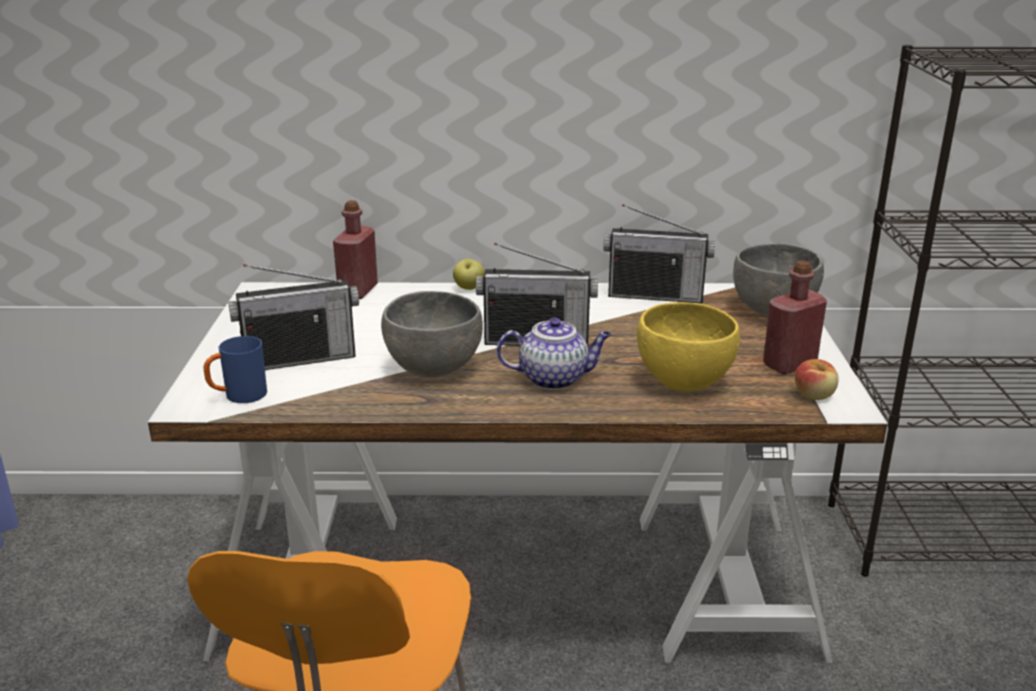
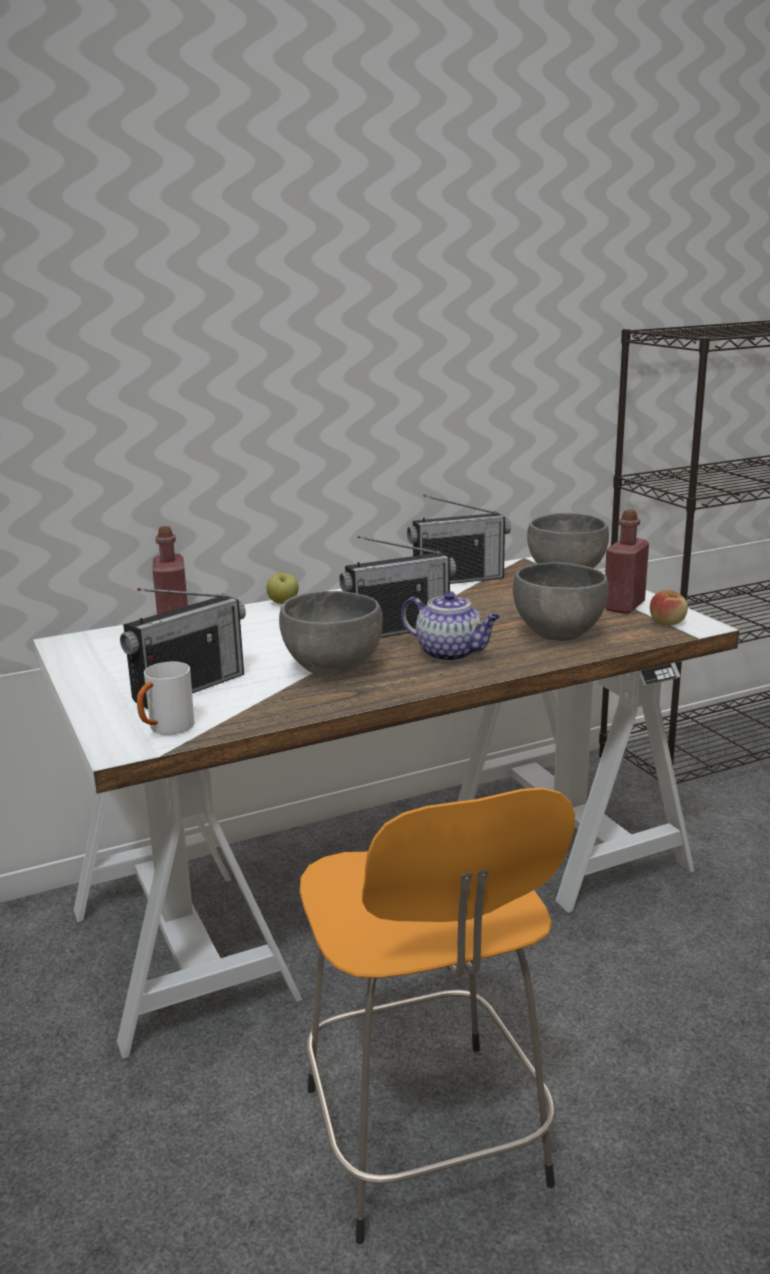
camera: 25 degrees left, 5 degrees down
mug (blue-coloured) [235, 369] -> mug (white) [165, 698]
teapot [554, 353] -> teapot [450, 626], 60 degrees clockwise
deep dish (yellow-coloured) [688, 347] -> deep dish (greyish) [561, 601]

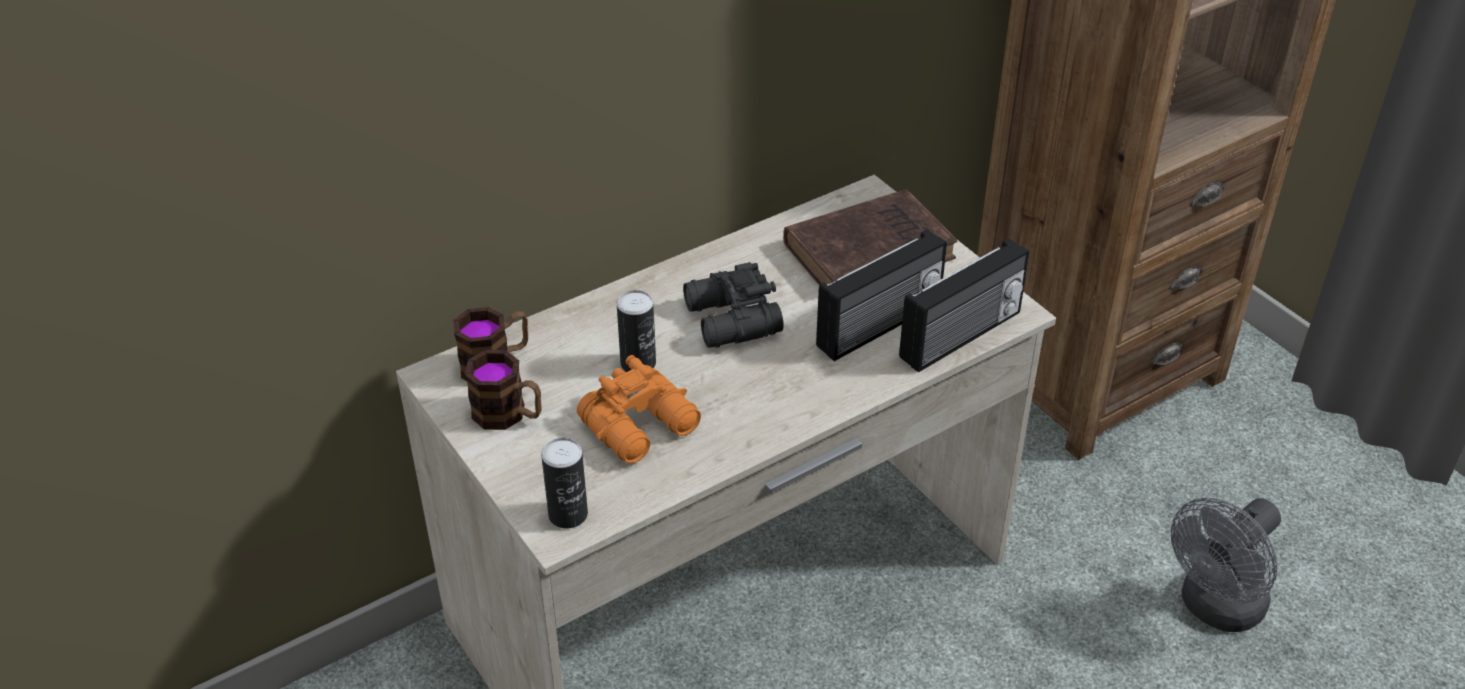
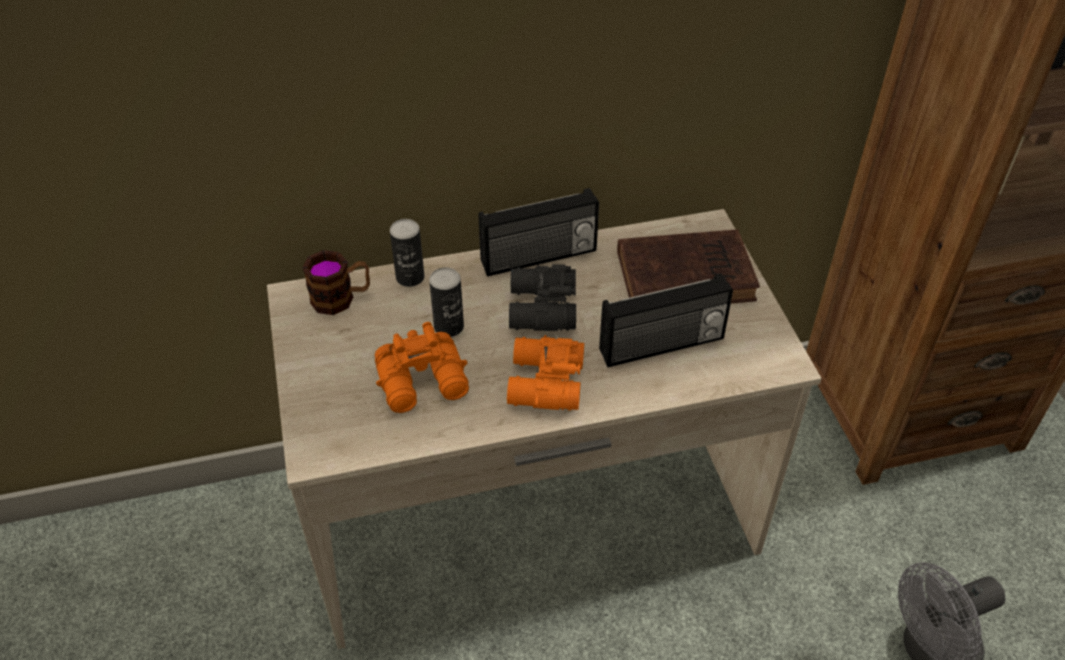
camera: 20 degrees right, 5 degrees up
mug [503, 390] -> none
can [564, 483] -> can [407, 253], relocated
radio receiver [964, 305] -> radio receiver [538, 232], relocated
none -> binoculars (orange-coloured) [545, 373]

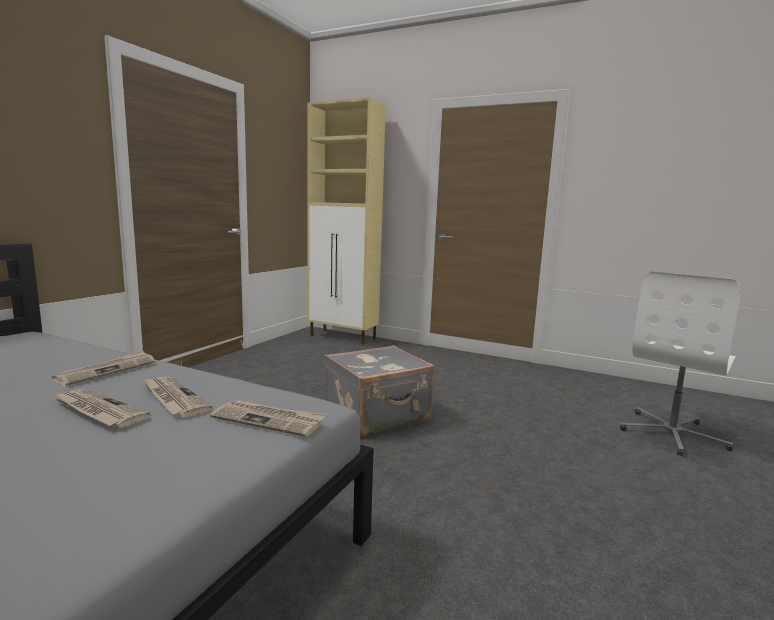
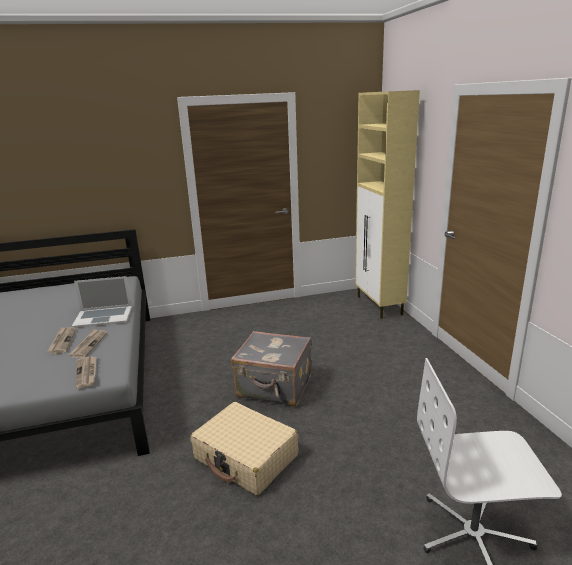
camera: 50 degrees right, 10 degrees up
daily paper [103, 368] -> laptop [102, 302]
none -> travel case (sand-coloured) [244, 449]

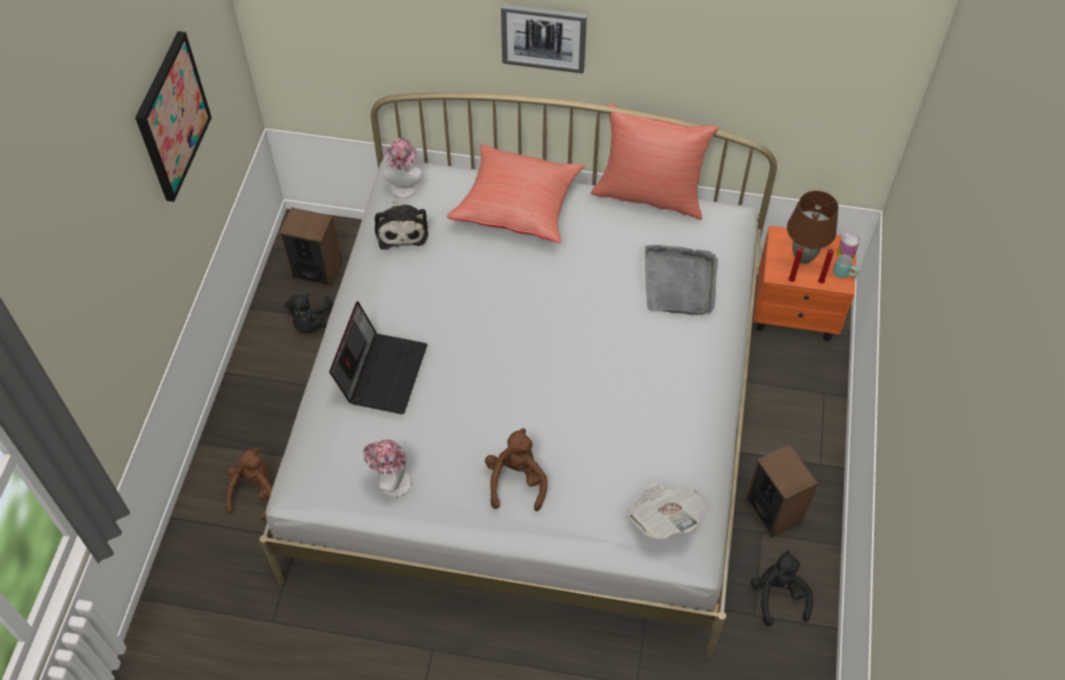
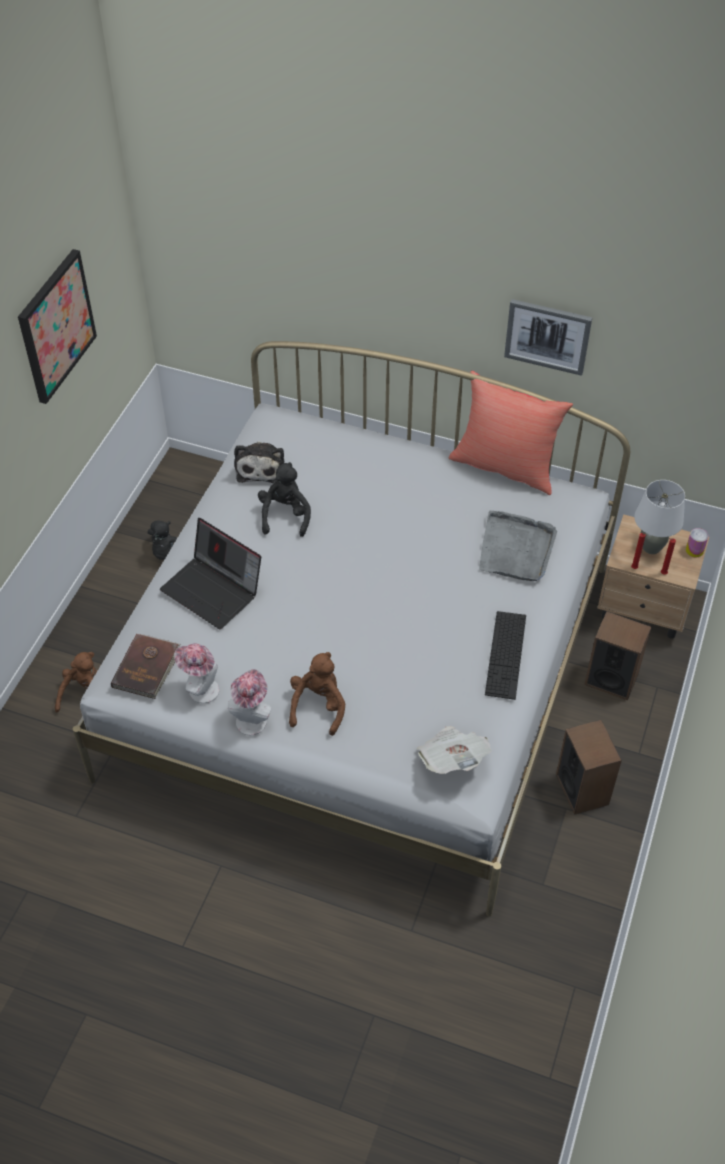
camera: 10 degrees right, 5 degrees down
loudspeaker [310, 247] -> loudspeaker [617, 655], relocated
laptop [378, 357] -> laptop [210, 573], 105 degrees clockwise
clothing hat [402, 168] -> clothing hat [250, 702], relocated
throw pillow (red-coloured) [516, 193] -> none
wall picture [544, 39] -> wall picture [548, 337], relocated
cuddly toy (black-coloured) [782, 588] -> cuddly toy (black-coloured) [284, 499], relocated
nightstand (orange-coloured) [805, 283] -> nightstand (sand-coloured) [653, 576]
tabletop lamp (brown-coloured) [813, 227] -> tabletop lamp (white) [659, 517]
mug (turquoise-coloured) [846, 266] -> none
none -> volume (brown-coloured) [145, 666]
none -> computer keyboard [505, 655]

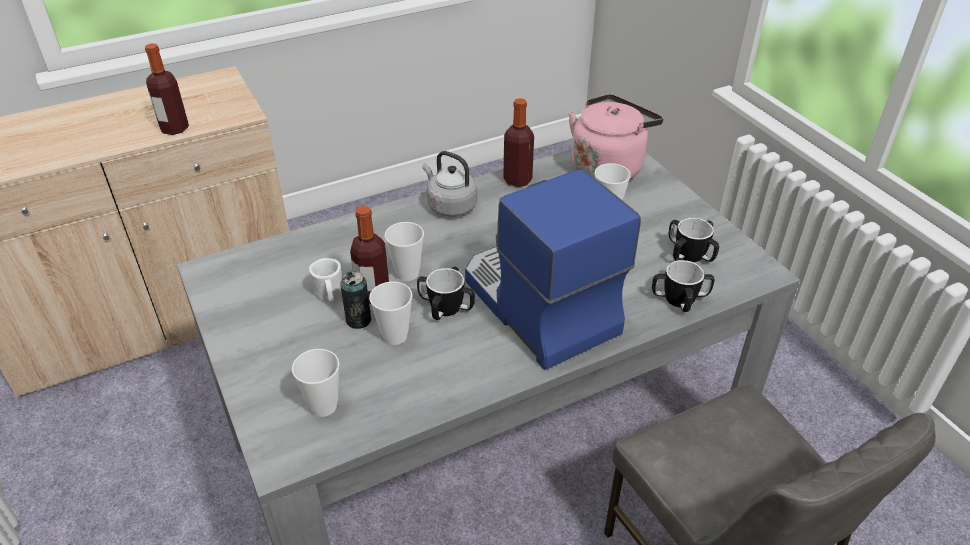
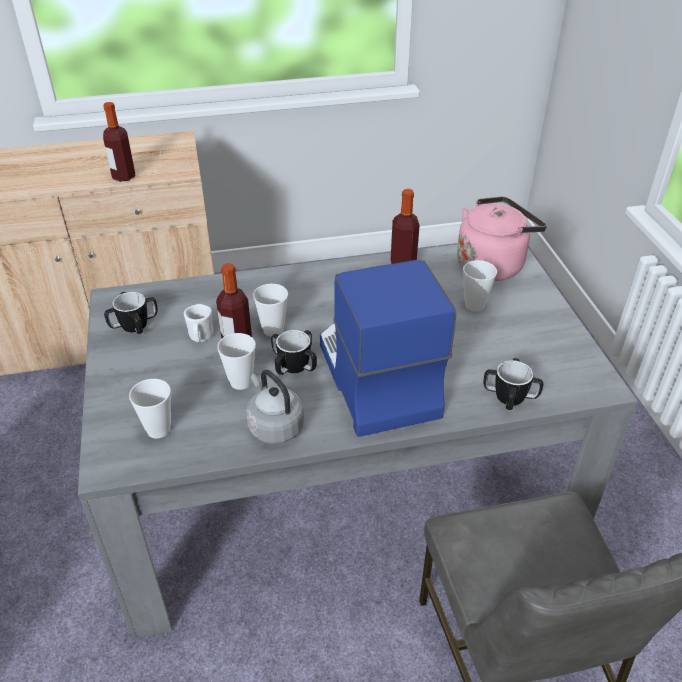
camera: 15 degrees right, 0 degrees up
can [355, 300] -> none
water kettle (greyish) [450, 184] -> water kettle (greyish) [275, 407], relocated
mug [694, 240] -> mug [131, 313], relocated

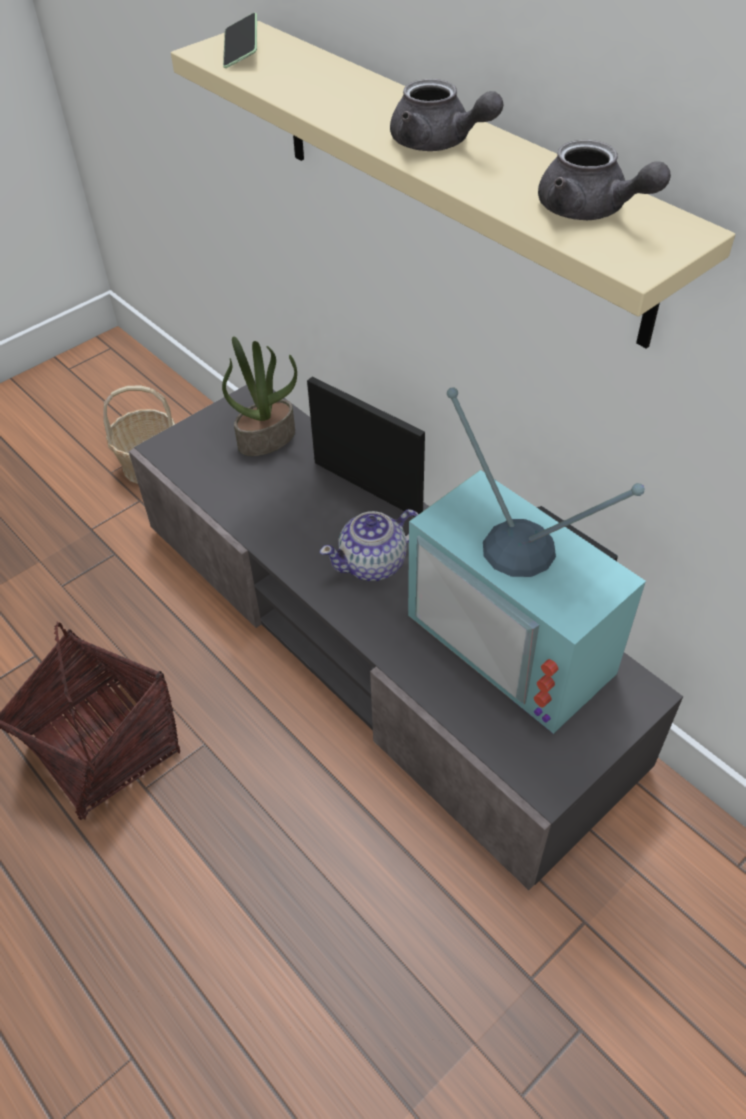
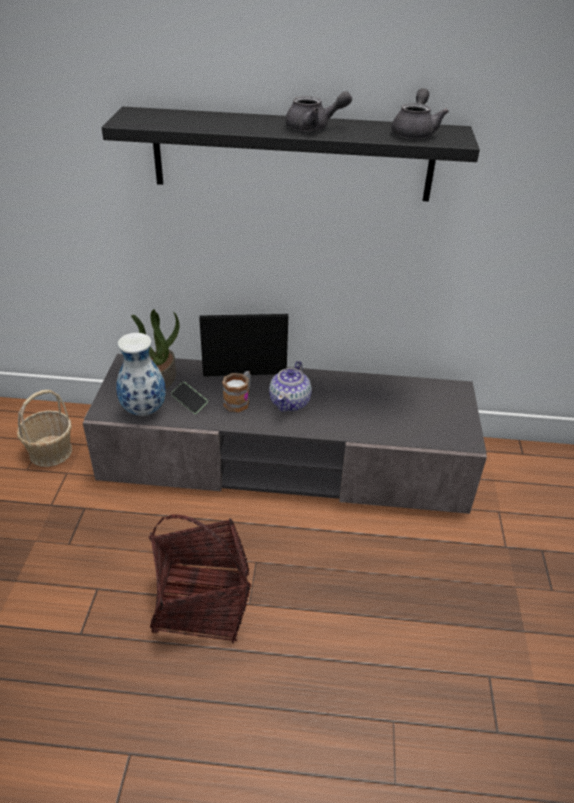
camera: 45 degrees left, 10 degrees down
bracket shelf (sand-coloured) [453, 184] -> bracket shelf (black-coloured) [291, 154]
phone [240, 40] -> phone [189, 398], relocated
television [527, 560] -> none
teapot (greyish) [604, 180] -> teapot (greyish) [420, 113], 75 degrees counterclockwise
none -> flower vase [141, 374]
none -> mug [236, 391]

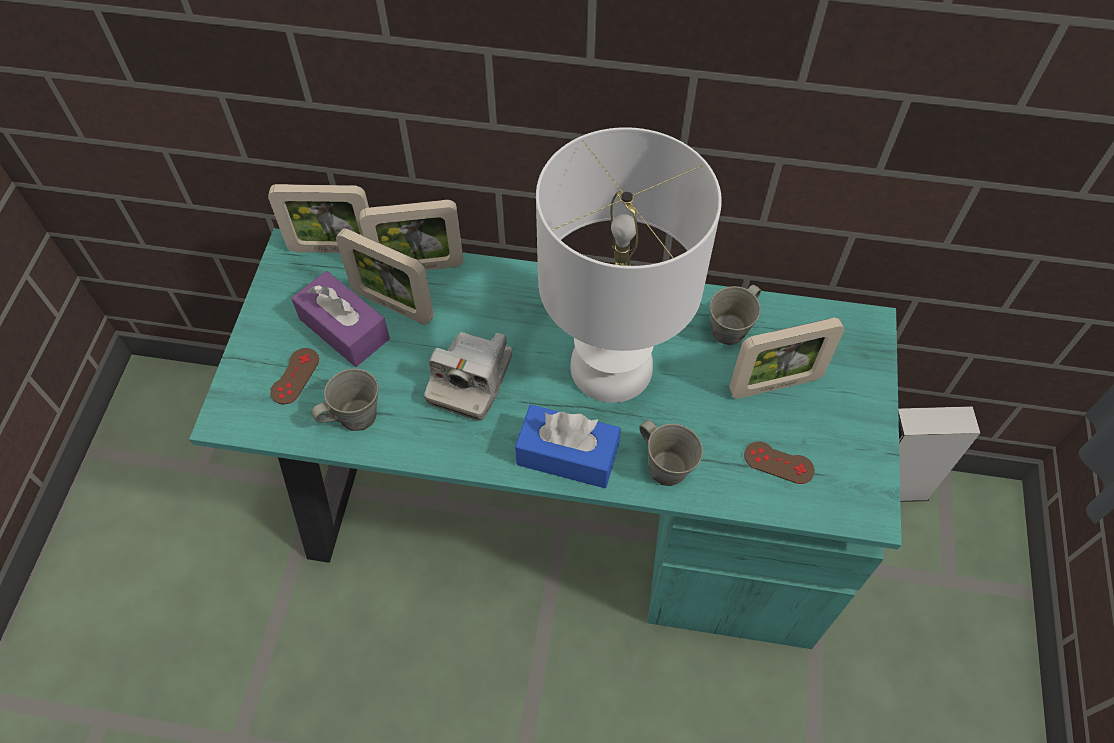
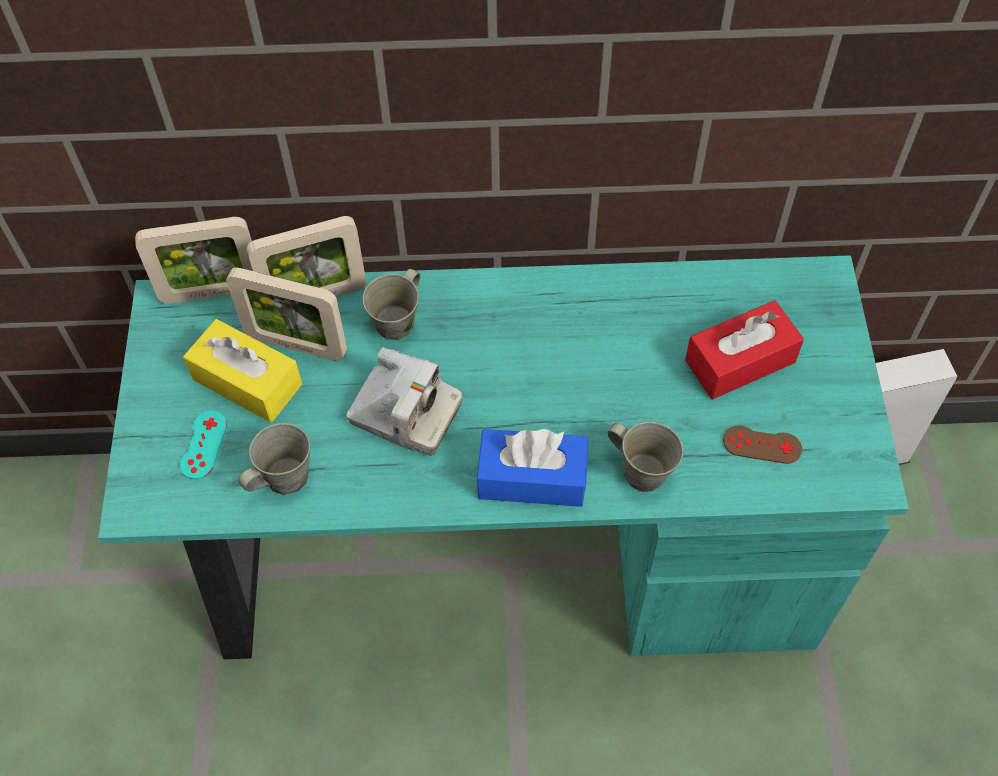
camera: 10 degrees left, 0 degrees up
joypad (brown-coloured) [294, 376] -> joypad (turquoise-coloured) [203, 444]
tissue holder (purplish) [340, 319] -> tissue holder (yellow-coloured) [242, 371]
still camera [468, 376] -> still camera [405, 401], 75 degrees counterclockwise
tabletop lamp (white) [629, 265] -> none
mug (greyish) [735, 315] -> mug (greyish) [391, 304], relocated
picture frame [786, 358] -> tissue holder (red-coloured) [744, 349]

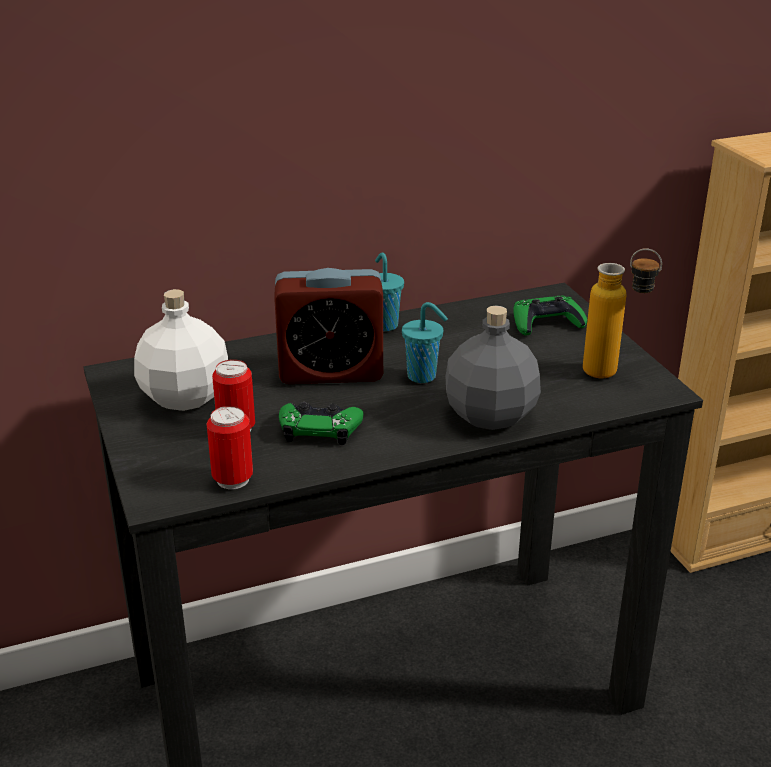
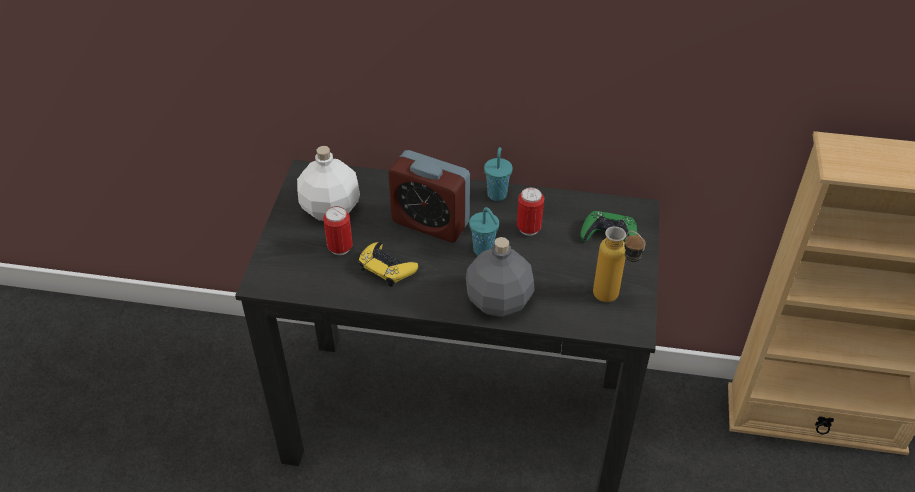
camera: 30 degrees right, 15 degrees up
can [230, 447] -> can [530, 211], relocated
joypad (green) [321, 423] -> joypad (yellow-coloured) [388, 264]

